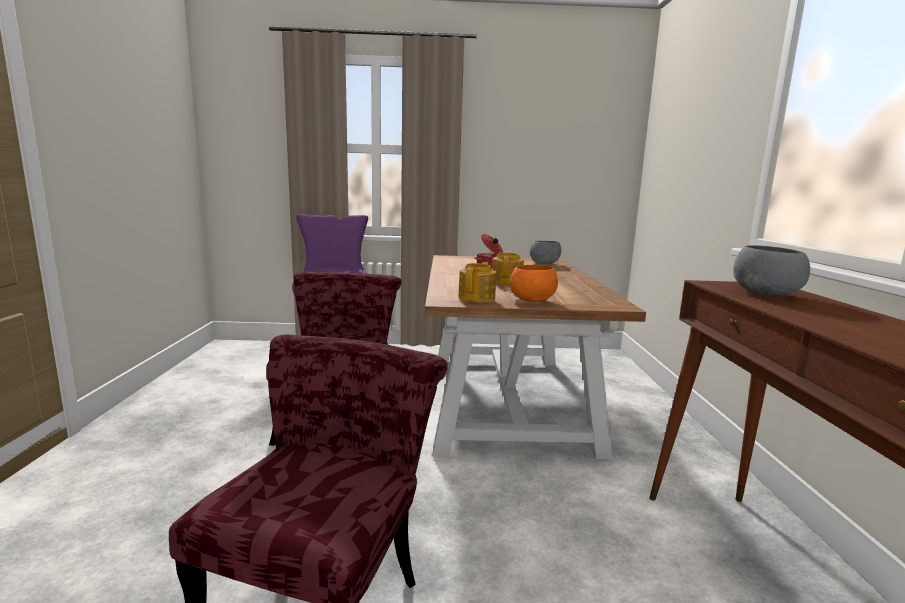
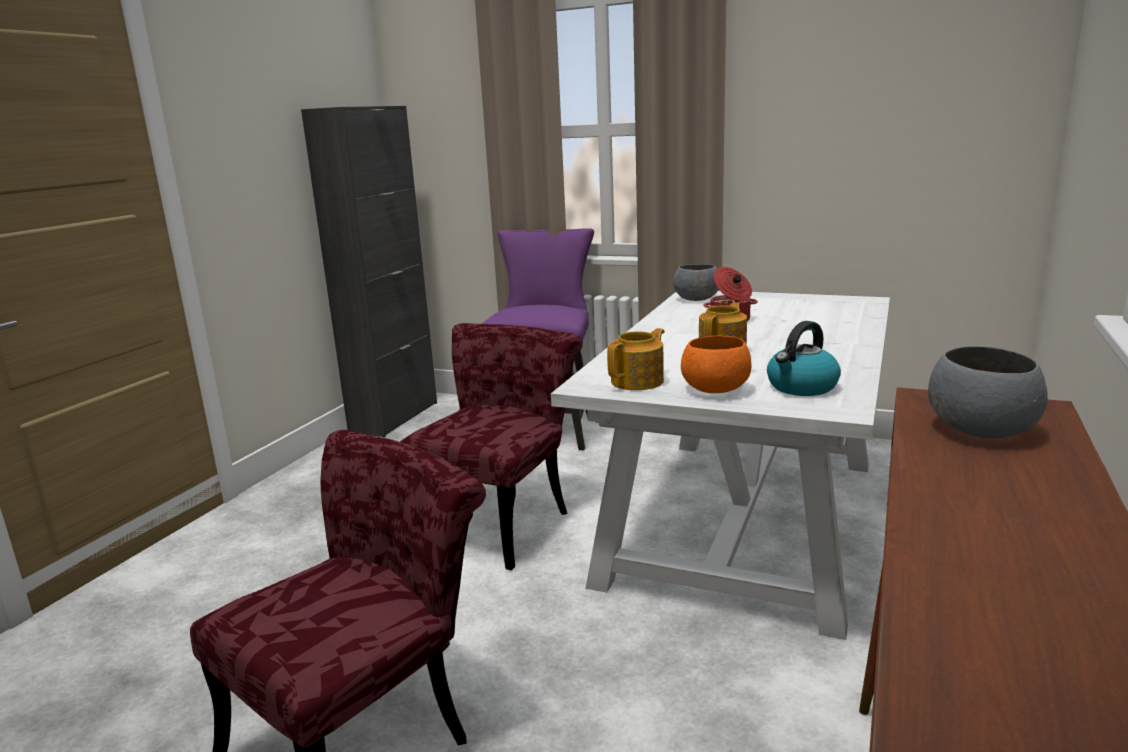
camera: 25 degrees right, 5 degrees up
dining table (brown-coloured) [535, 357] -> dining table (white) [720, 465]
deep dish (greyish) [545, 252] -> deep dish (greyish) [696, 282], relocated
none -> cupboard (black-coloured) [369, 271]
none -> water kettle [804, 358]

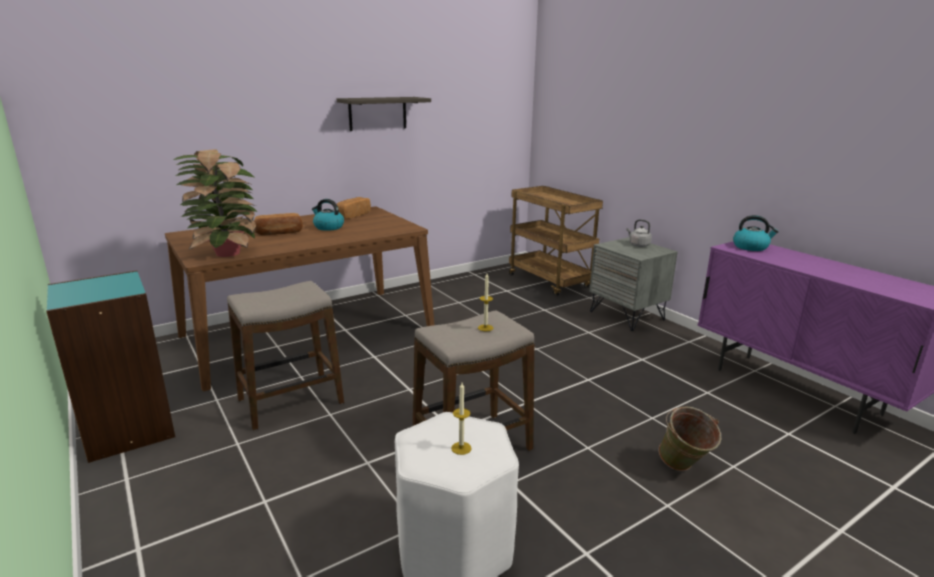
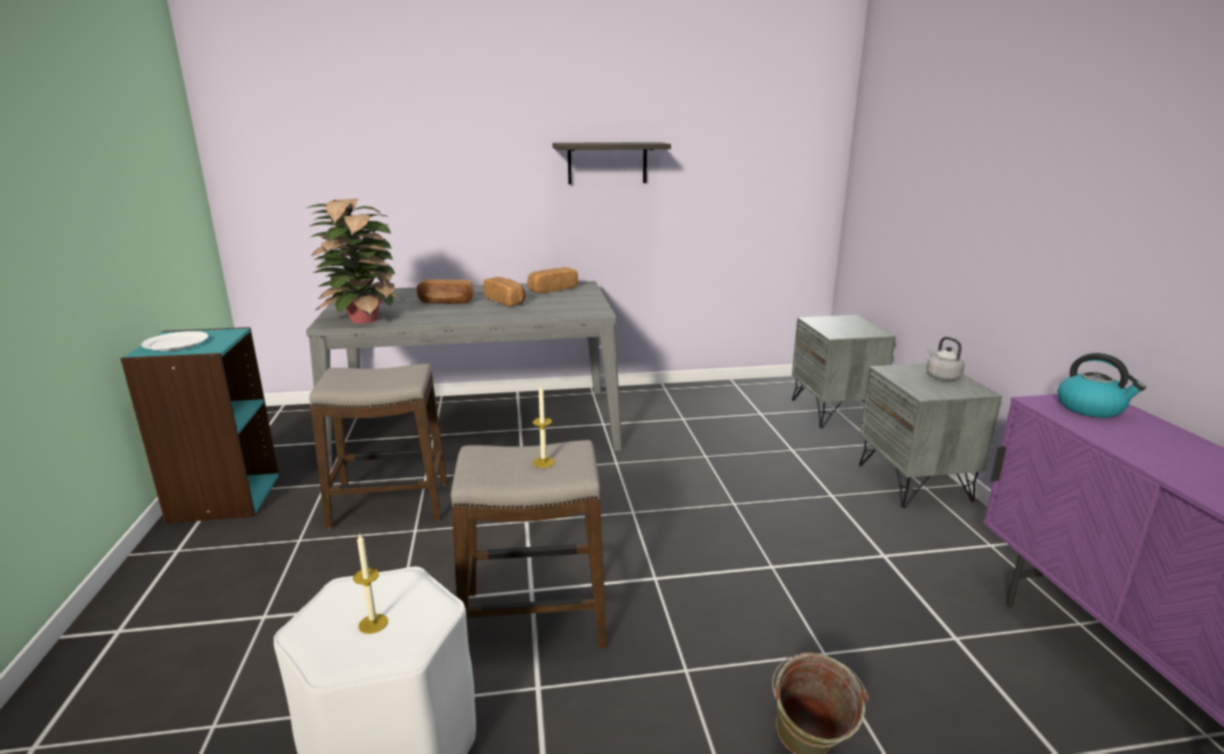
camera: 25 degrees right, 0 degrees up
dining table (brown-coloured) [299, 298] -> dining table (greyish) [464, 376]
water kettle [328, 215] -> baked bread [504, 292]
wheeled cart (brown-coloured) [556, 241] -> nightstand (greyish) [844, 371]
none -> flat dish (white) [175, 341]

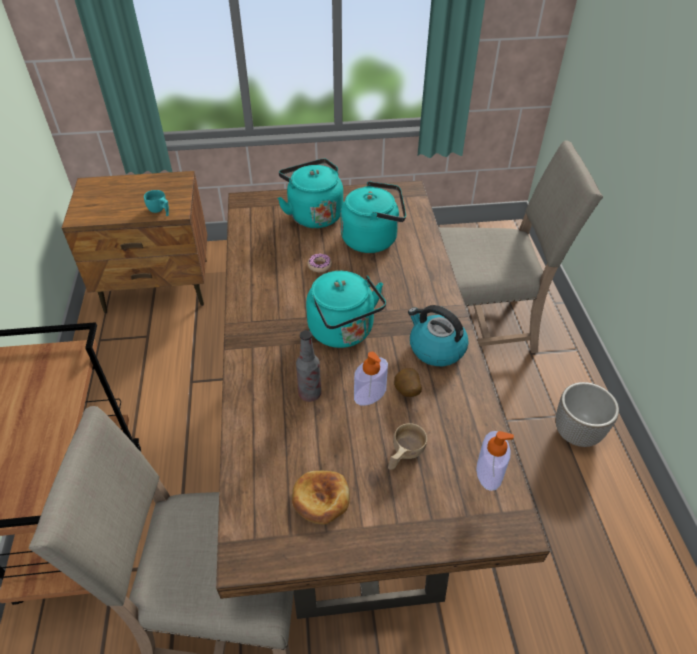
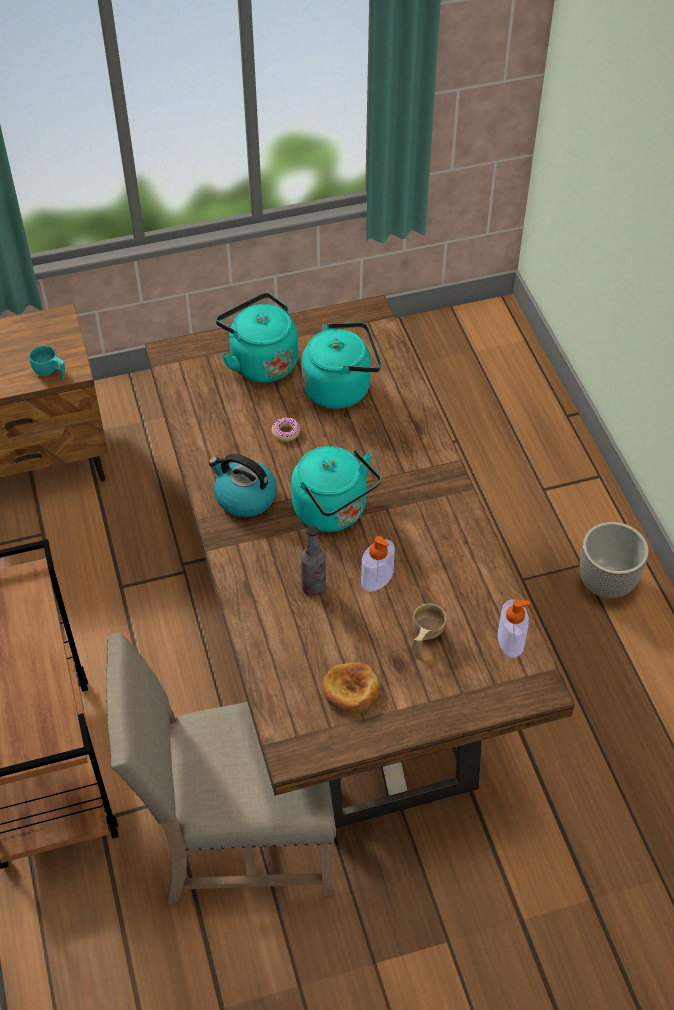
camera: 10 degrees left, 5 degrees up
spud [408, 382] -> none
water kettle [438, 335] -> water kettle [242, 485], relocated
upright chair (sand-coloured) [520, 247] -> none

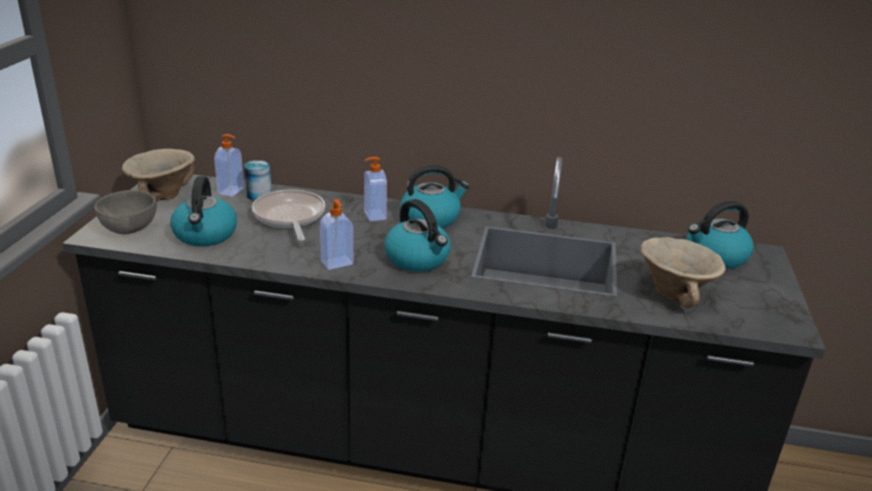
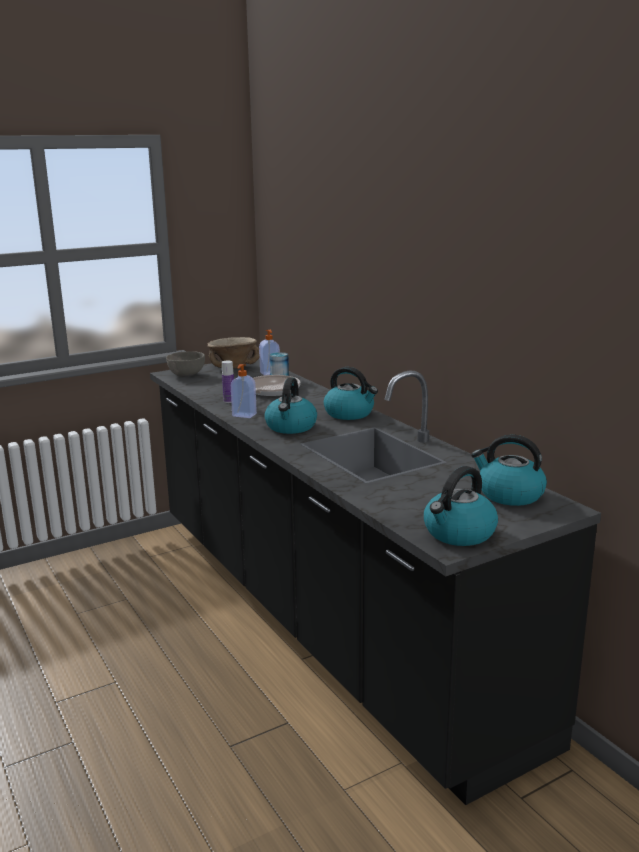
camera: 50 degrees right, 10 degrees down
water kettle [203, 211] -> water kettle [461, 506], relocated
soap dispenser [375, 189] -> none
deep dish (sand-coloured) [683, 272] -> none
none -> bottle [228, 382]

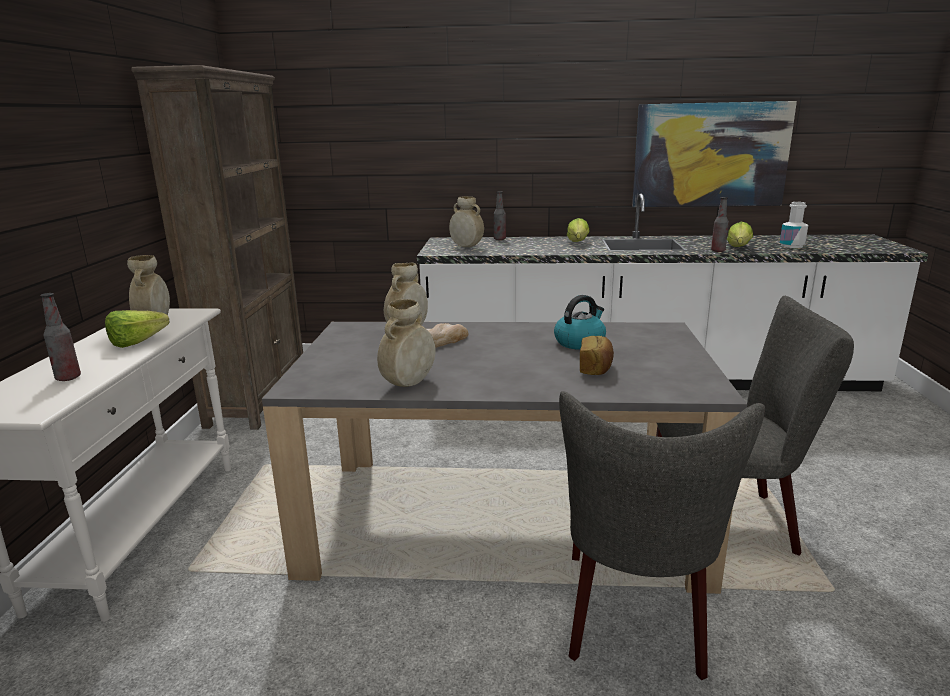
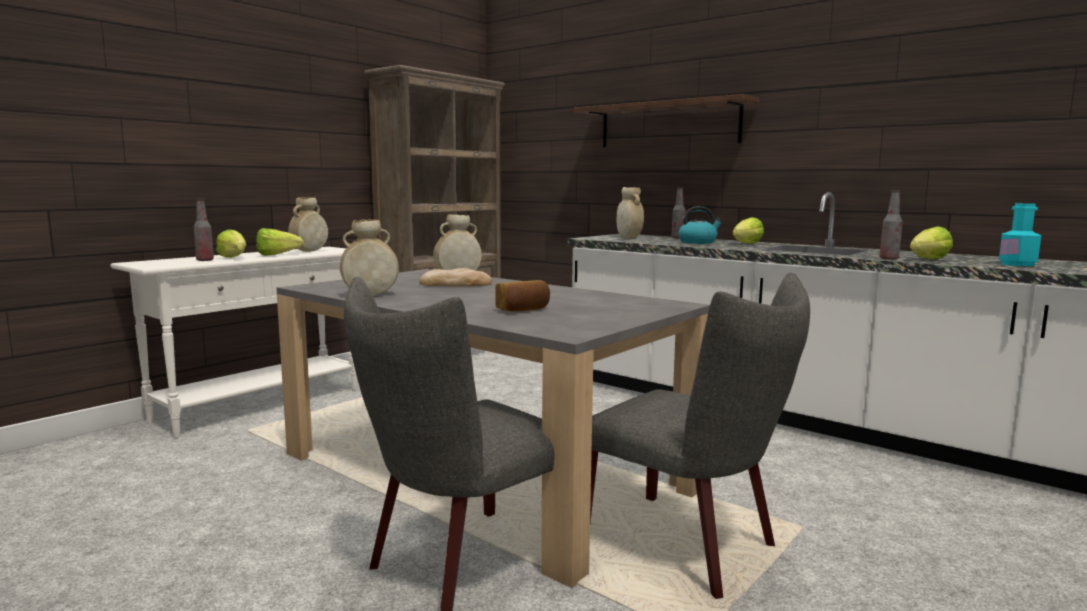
camera: 35 degrees right, 10 degrees down
water kettle [580, 322] -> water kettle [700, 225], relocated
wall picture [714, 154] -> none
bottle (white) [794, 225] -> bottle (turquoise-coloured) [1020, 234]
none -> lettuce [231, 243]
none -> bracket shelf [666, 120]

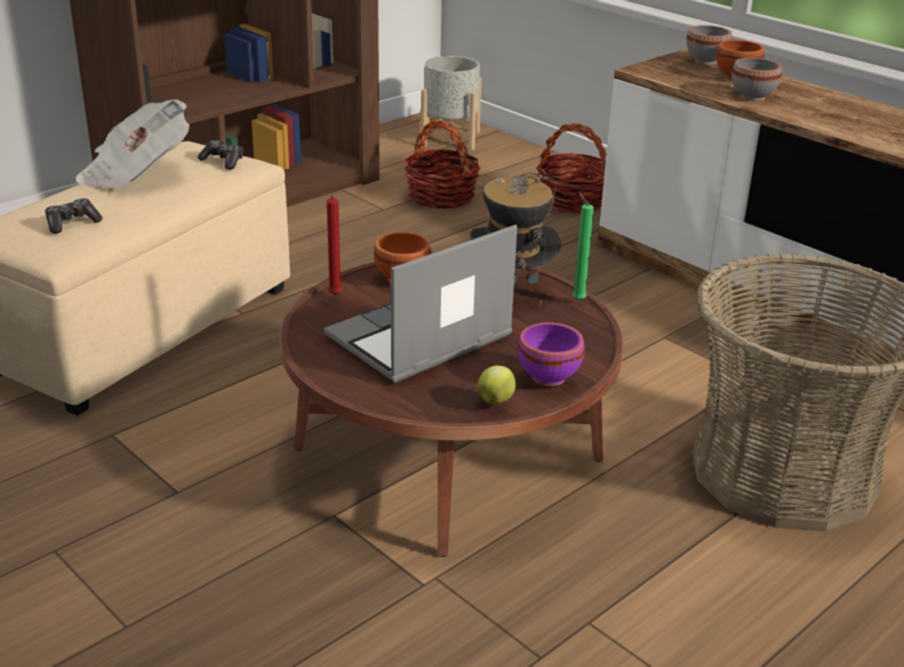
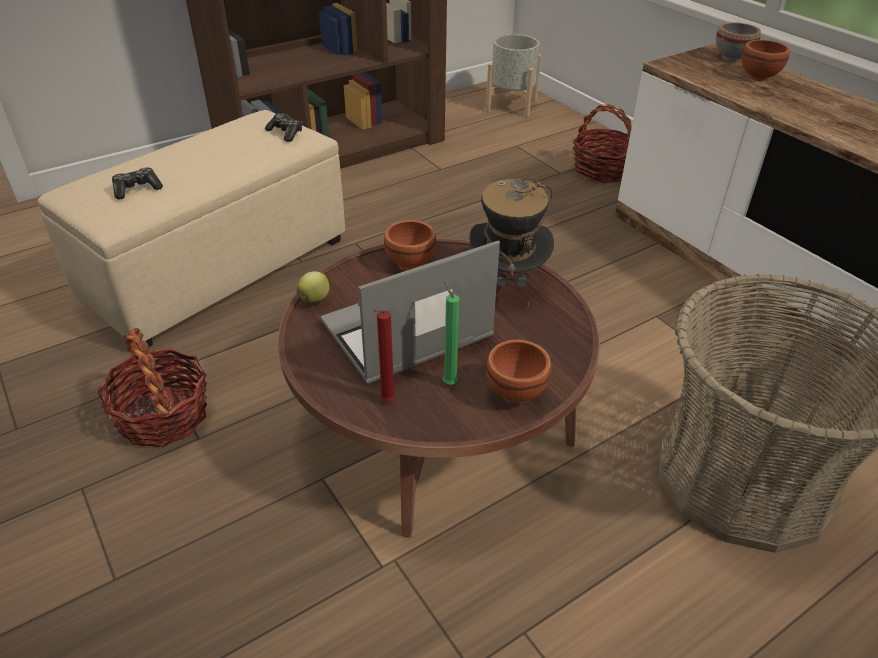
camera: 10 degrees right, 10 degrees up
daily paper [132, 145] -> none
wax light (red-coloured) [333, 244] -> wax light (red-coloured) [384, 355], relocated
basket [442, 164] -> basket [152, 387], relocated
apple [496, 385] -> apple [313, 287], relocated
deep dish (purplish) [551, 354] -> deep dish (brown-coloured) [519, 372]
wax light (green) [583, 246] -> wax light (green) [451, 333], relocated
deep dish (greyish) [757, 79] -> none

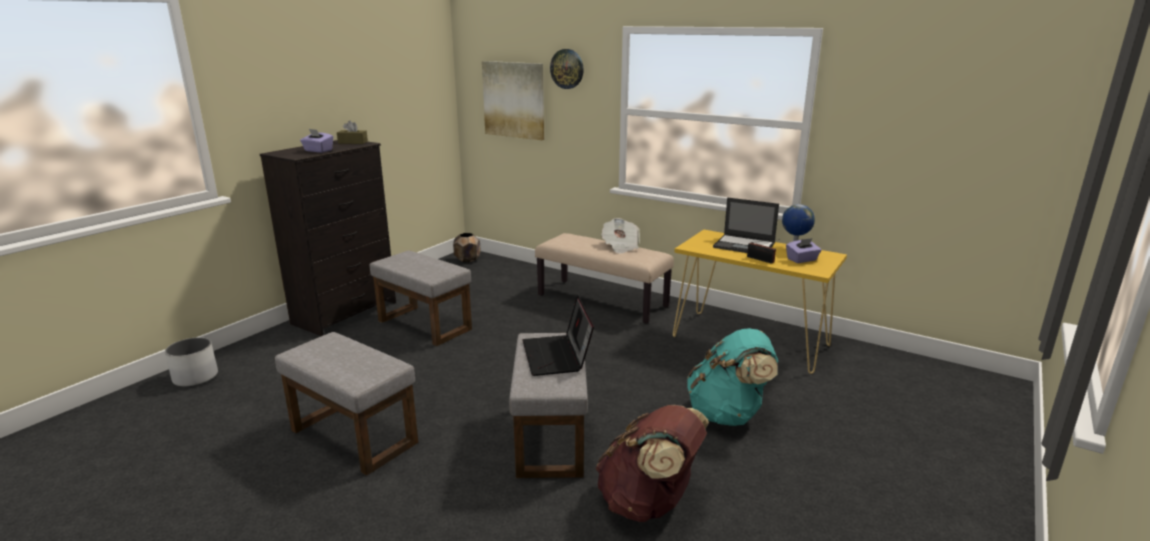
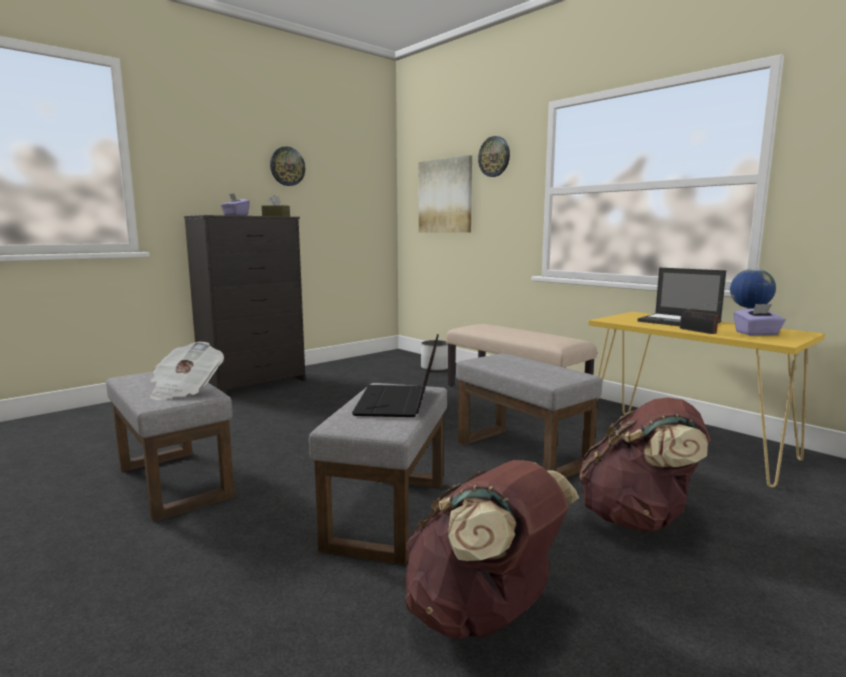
camera: 15 degrees right, 10 degrees down
flower pot (white) [191, 362] -> flower pot (white) [434, 355], relocated
pouffe (greyish) [421, 298] -> pouffe (greyish) [529, 415], relocated
flower pot (brown-coloured) [467, 247] -> none
daily paper [620, 236] -> daily paper [187, 371], relocated
backpack (turquoise-coloured) [732, 377] -> backpack (brown-coloured) [645, 464]
none -> wall clock [287, 166]

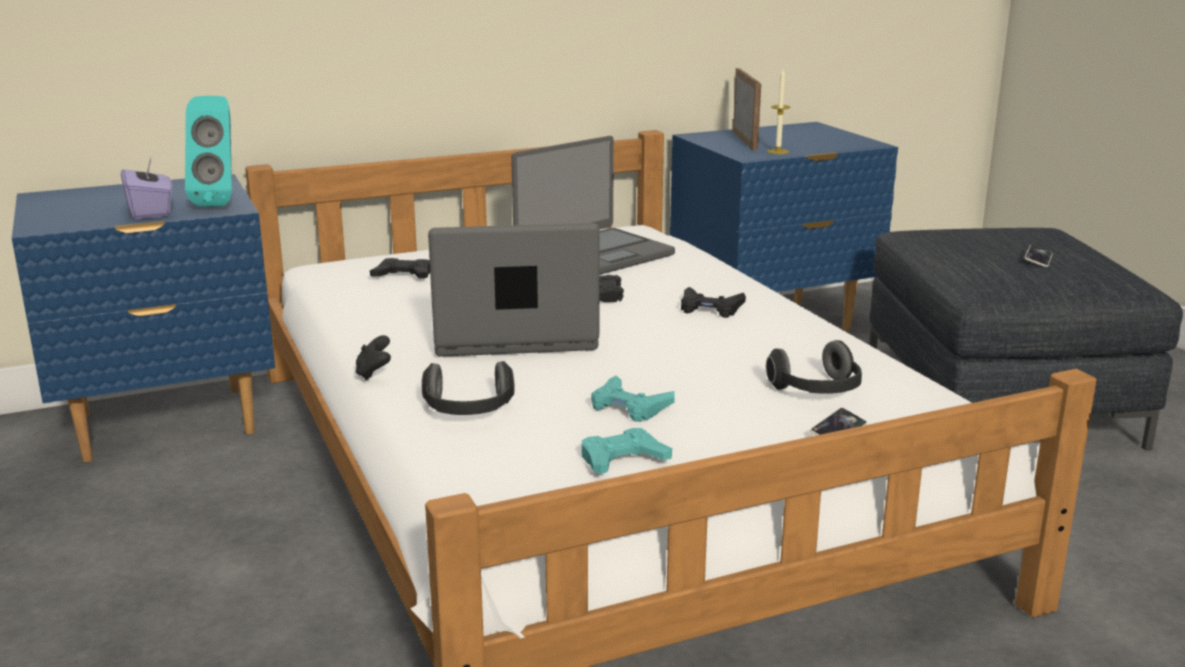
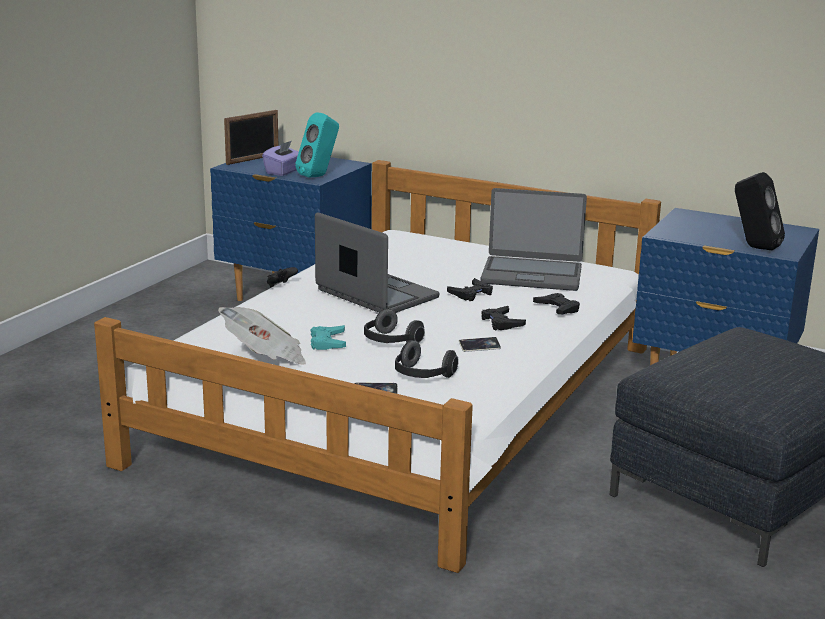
camera: 50 degrees right, 0 degrees up
joypad (black-coloured) [400, 268] -> joypad (black-coloured) [556, 303], relocated
pair of headphones [468, 388] -> pair of headphones [394, 326], relocated
joypad (turquoise-coloured) [627, 451] -> daily paper [262, 336]
picture frame [747, 109] -> picture frame [251, 137], relocated
wax light [778, 111] -> none
phone [1039, 256] -> phone [480, 344], relocated
none -> loudspeaker (black-coloured) [760, 211]

